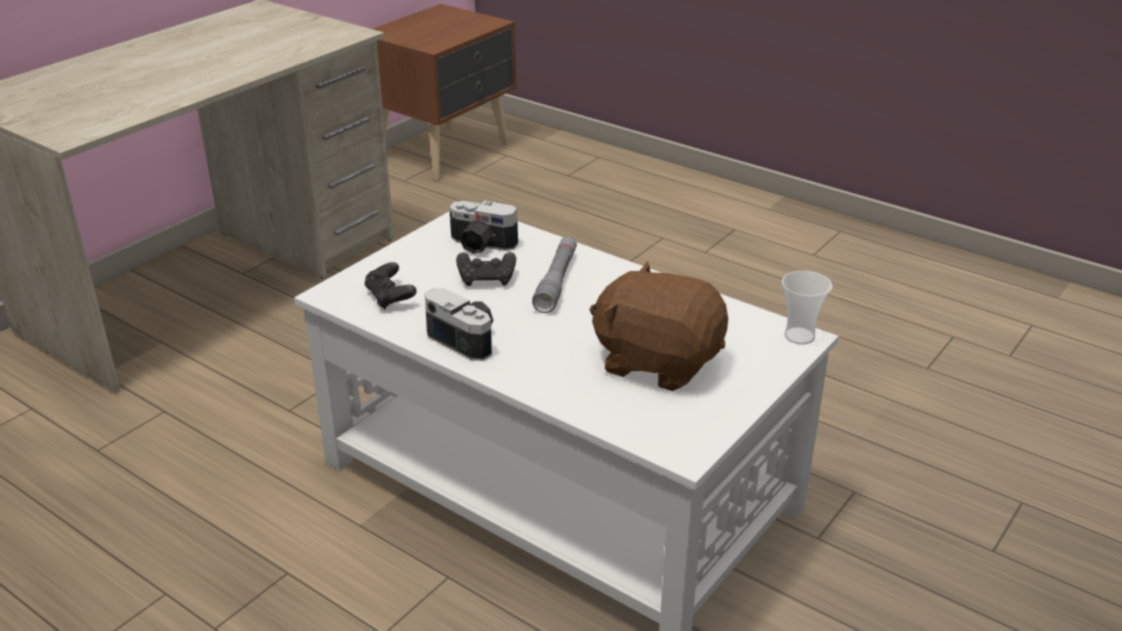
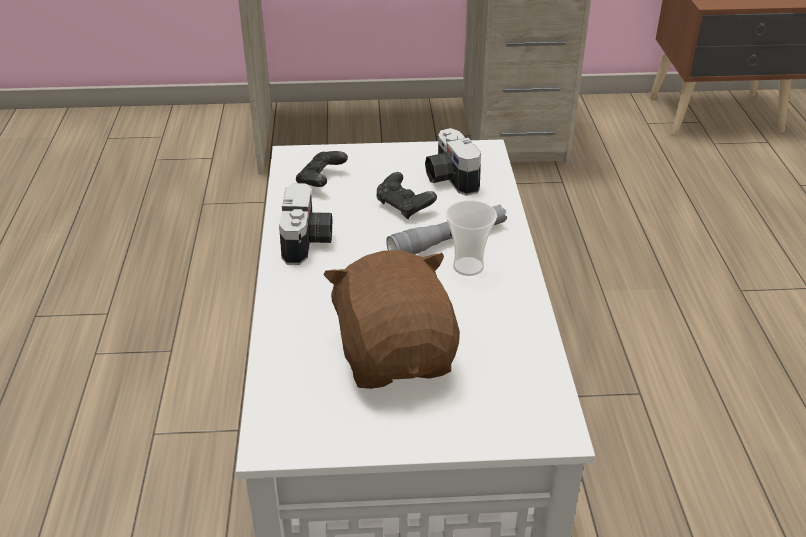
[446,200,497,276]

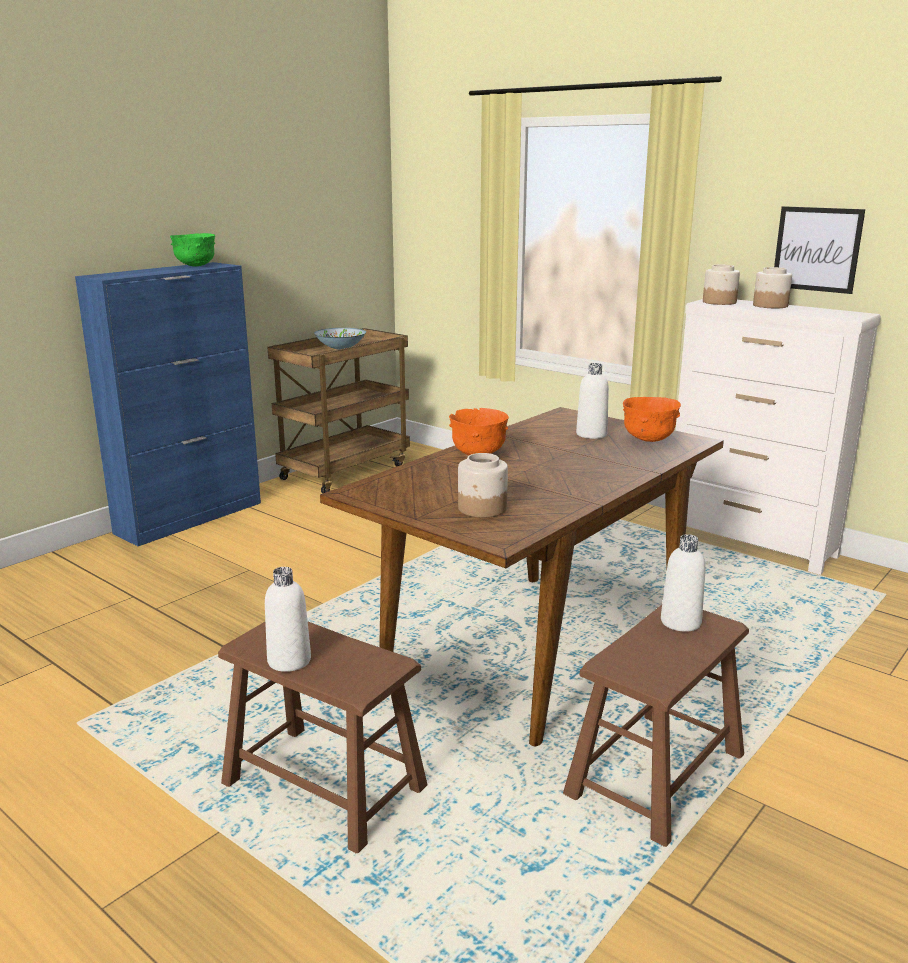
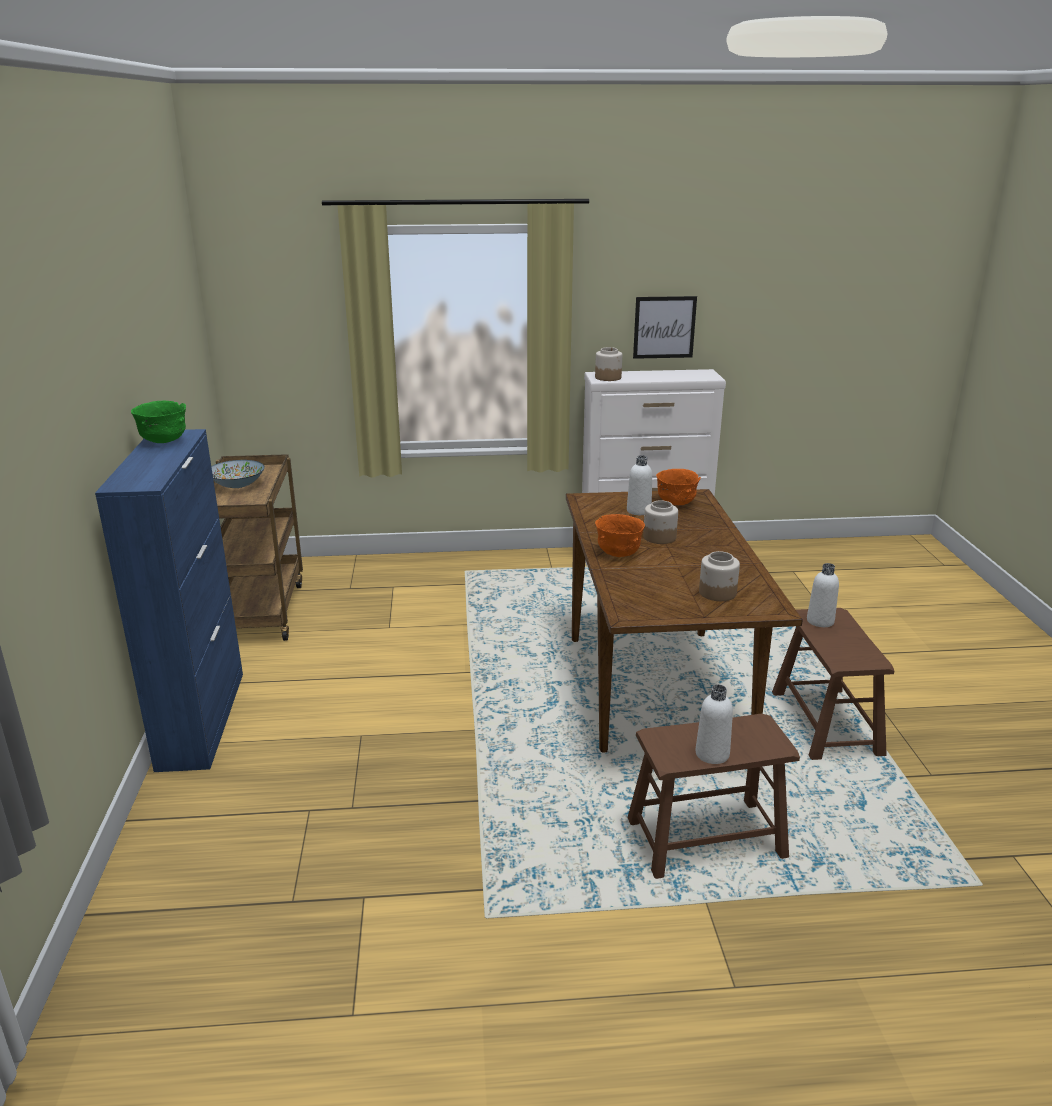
[643,500,678,544]

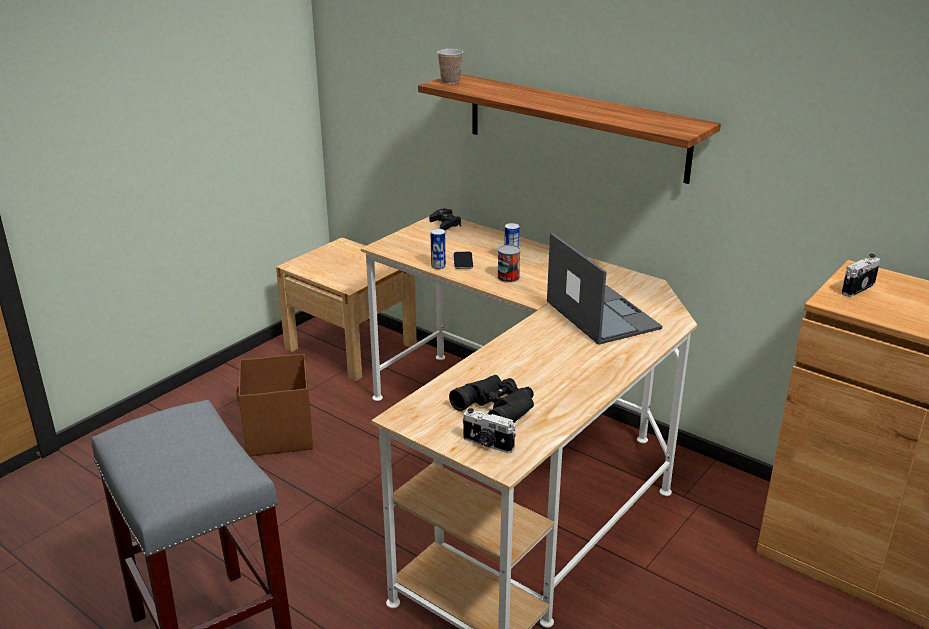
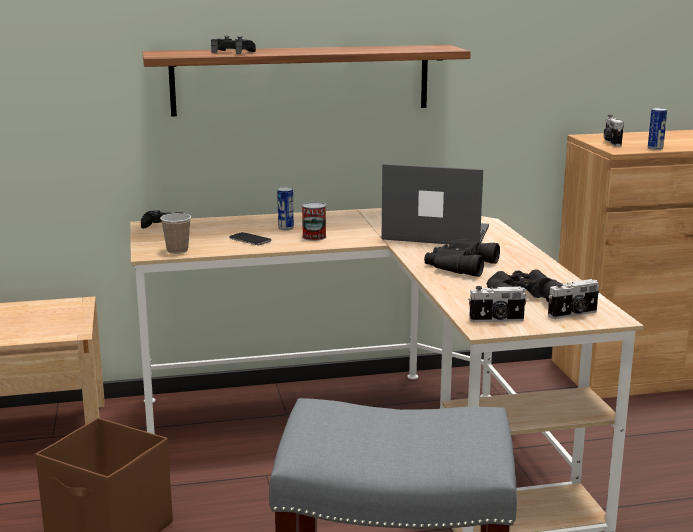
[160,213,191,254]
[648,108,667,150]
[211,36,256,54]
[424,240,500,277]
[468,286,527,322]

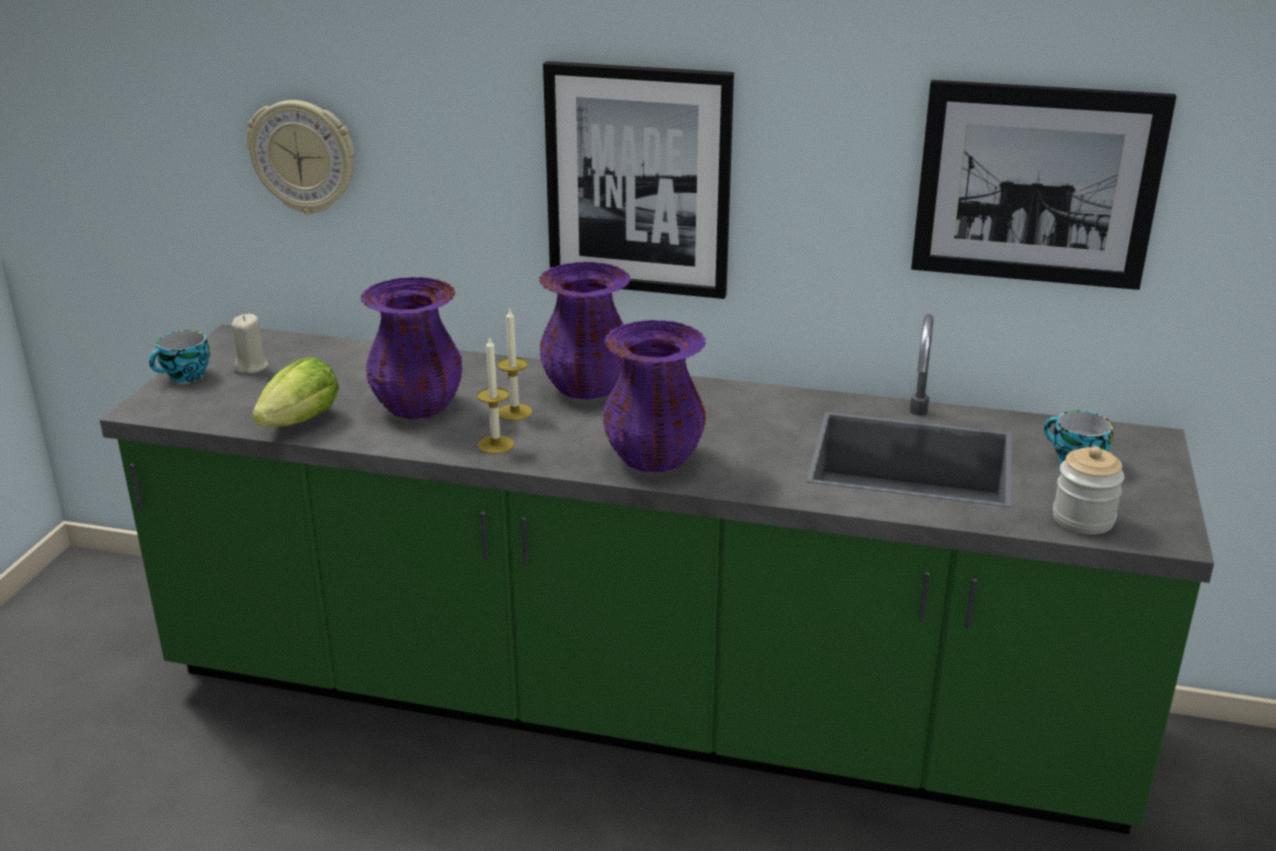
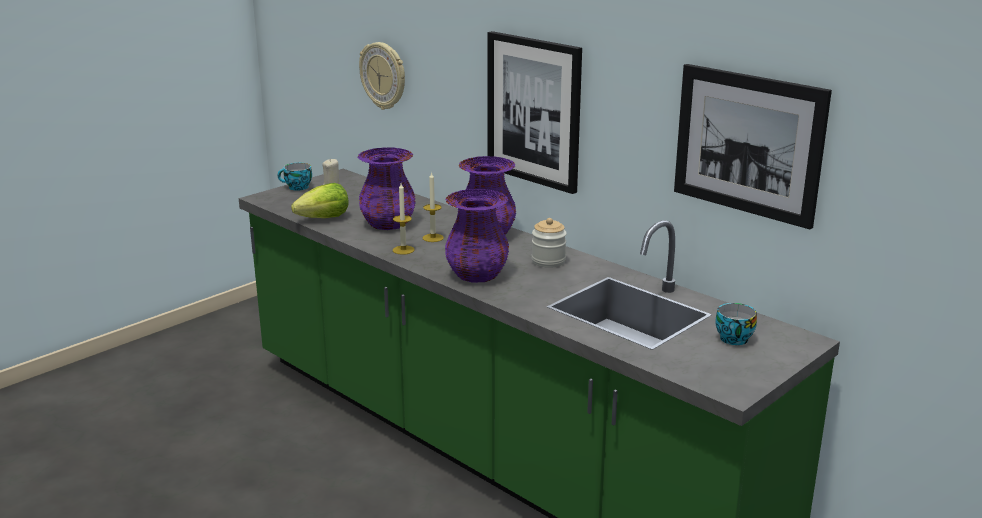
[532,218,567,268]

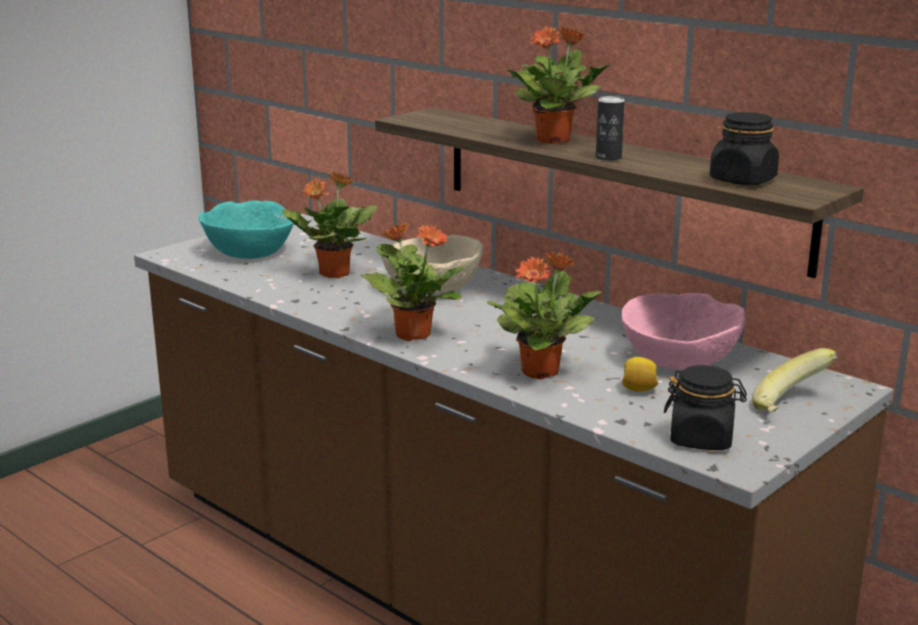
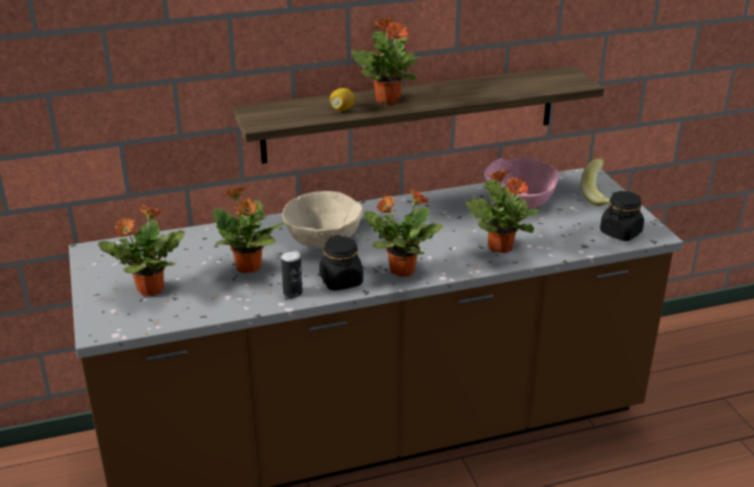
[281,250,303,298]
[319,235,363,291]
[98,205,185,296]
[330,88,355,111]

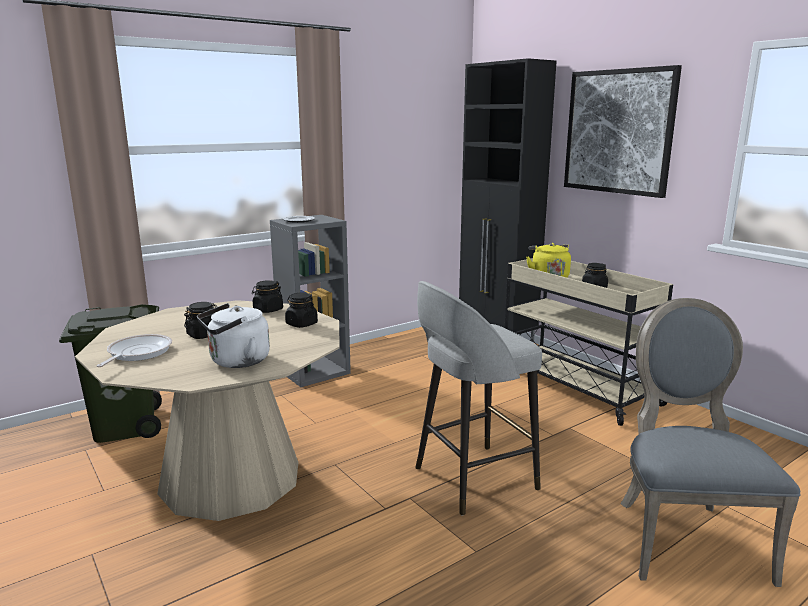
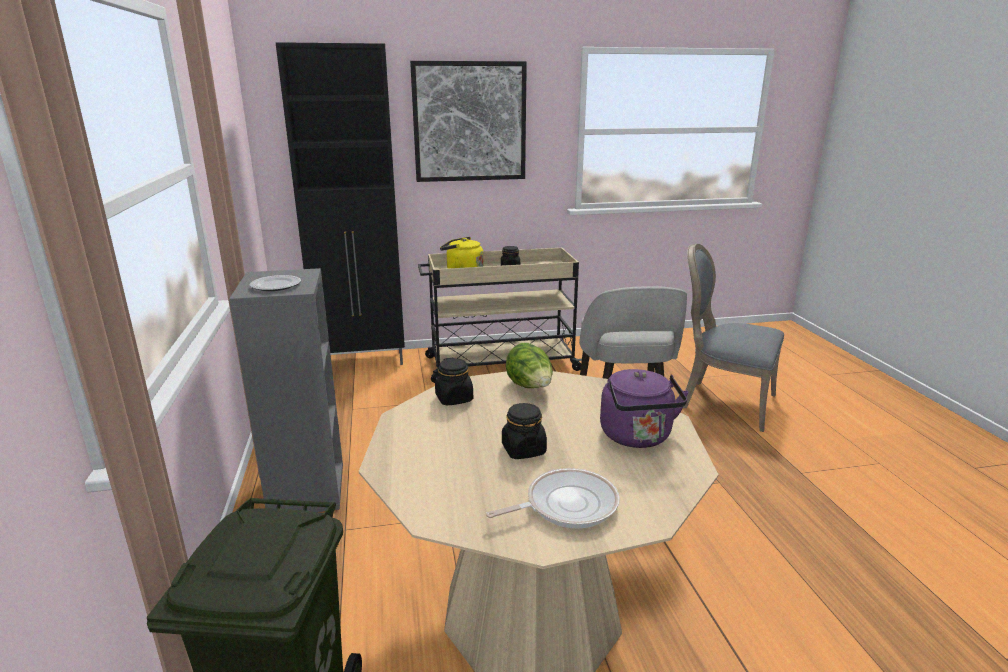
[506,343,553,388]
[600,369,689,448]
[486,468,620,529]

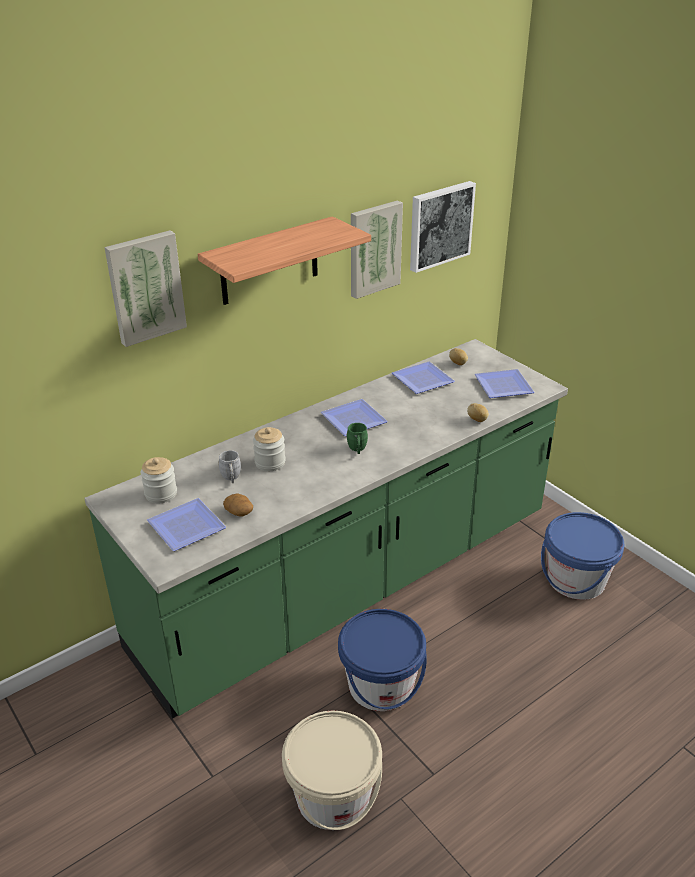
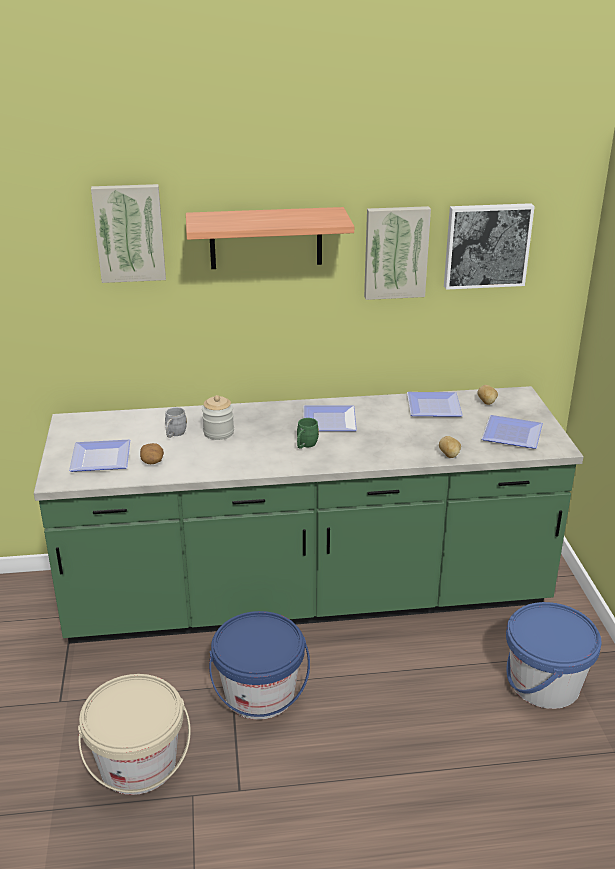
[141,457,177,503] (first image)

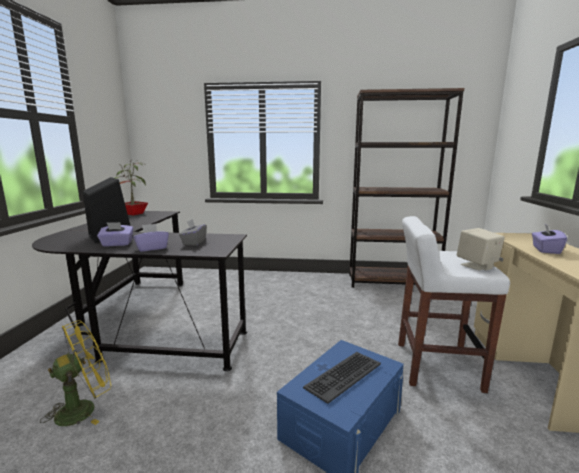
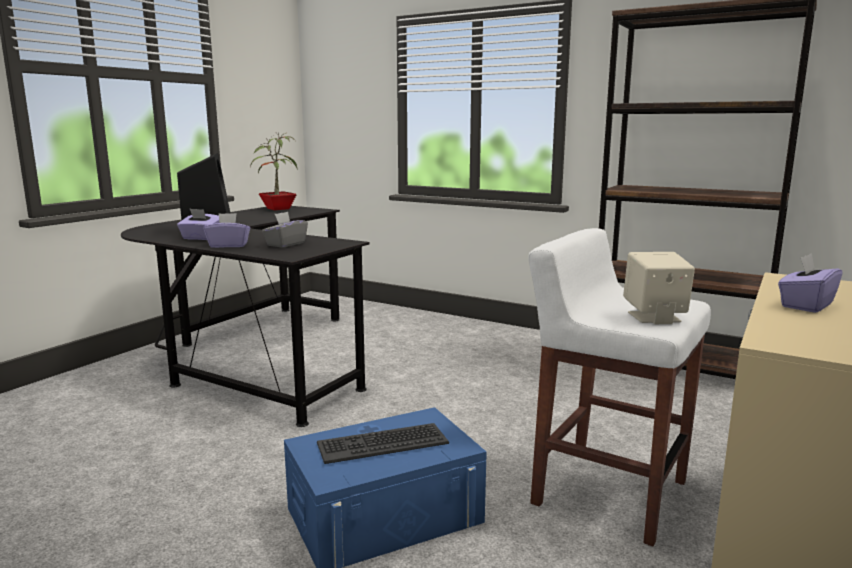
[40,320,111,426] (first image)

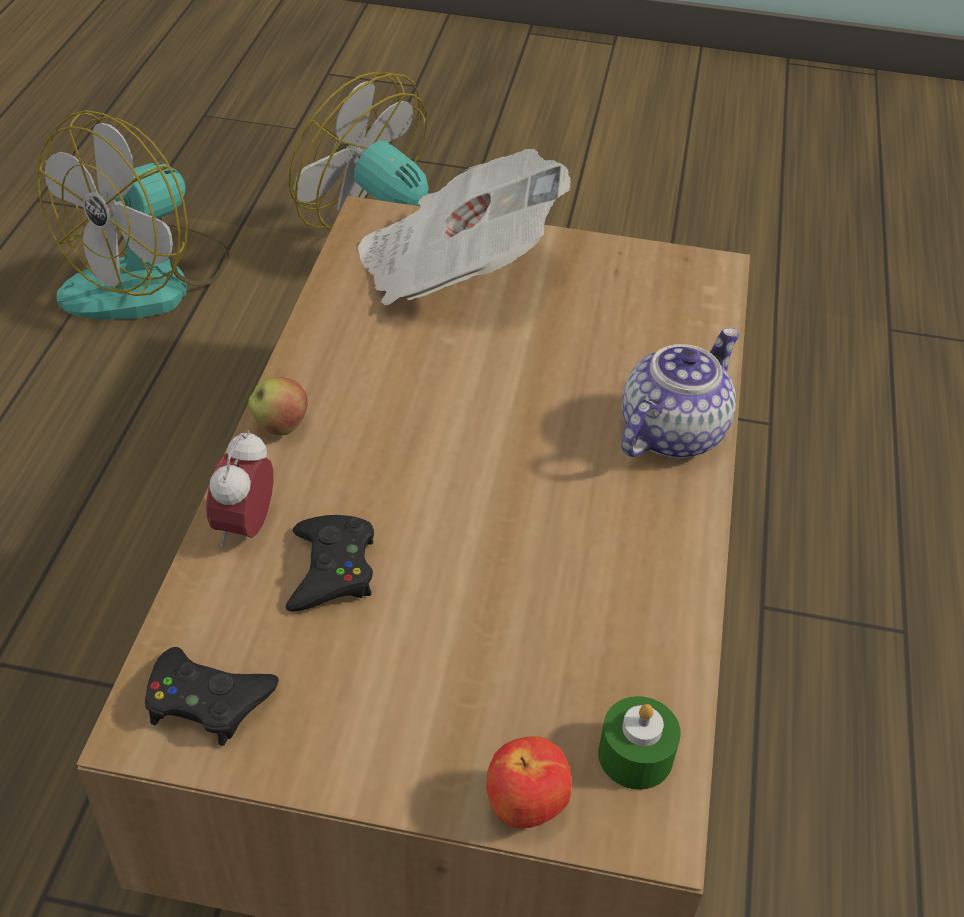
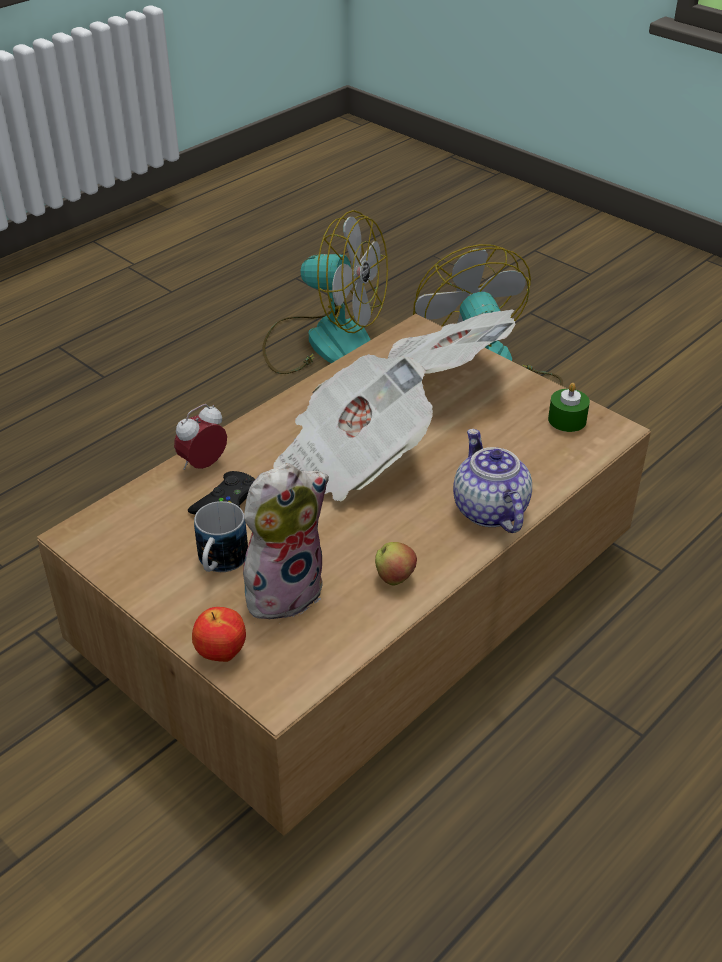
[262,210,388,374]
[453,429,532,533]
[375,542,417,585]
[145,647,279,746] (first image)
[548,383,590,432]
[273,354,433,501]
[243,463,329,624]
[194,501,248,572]

